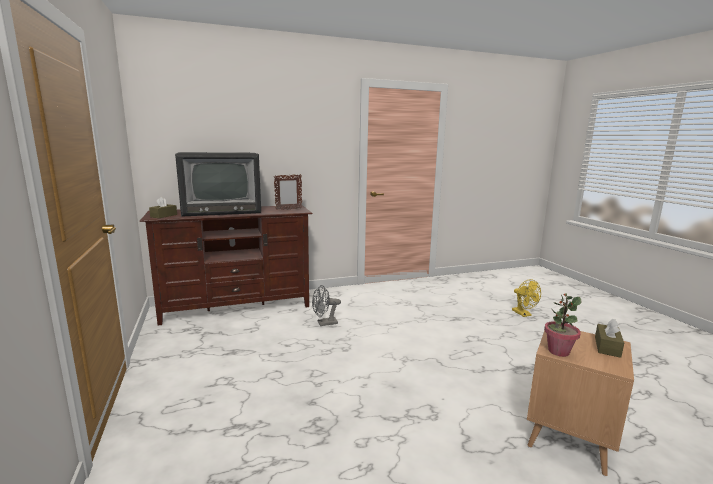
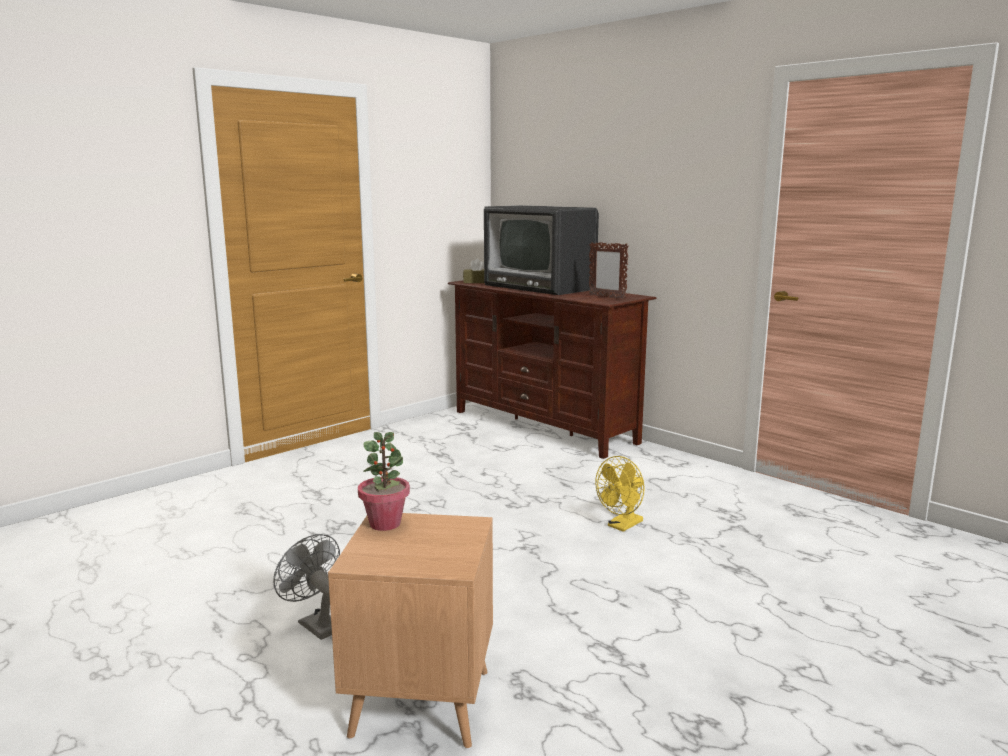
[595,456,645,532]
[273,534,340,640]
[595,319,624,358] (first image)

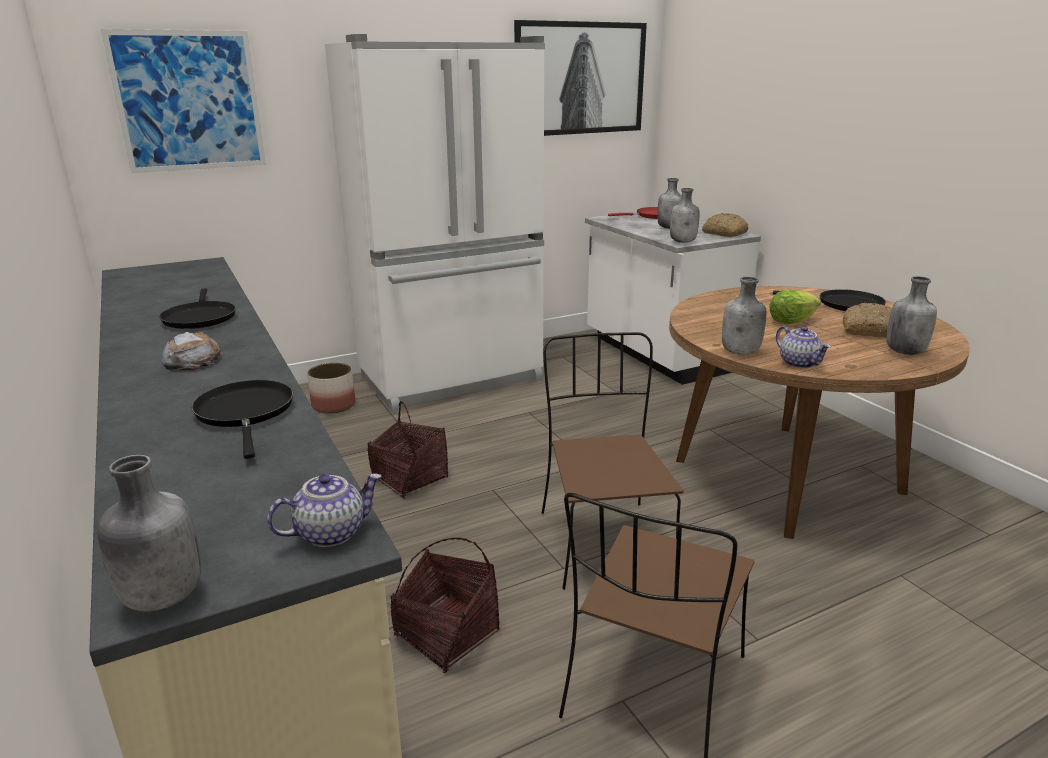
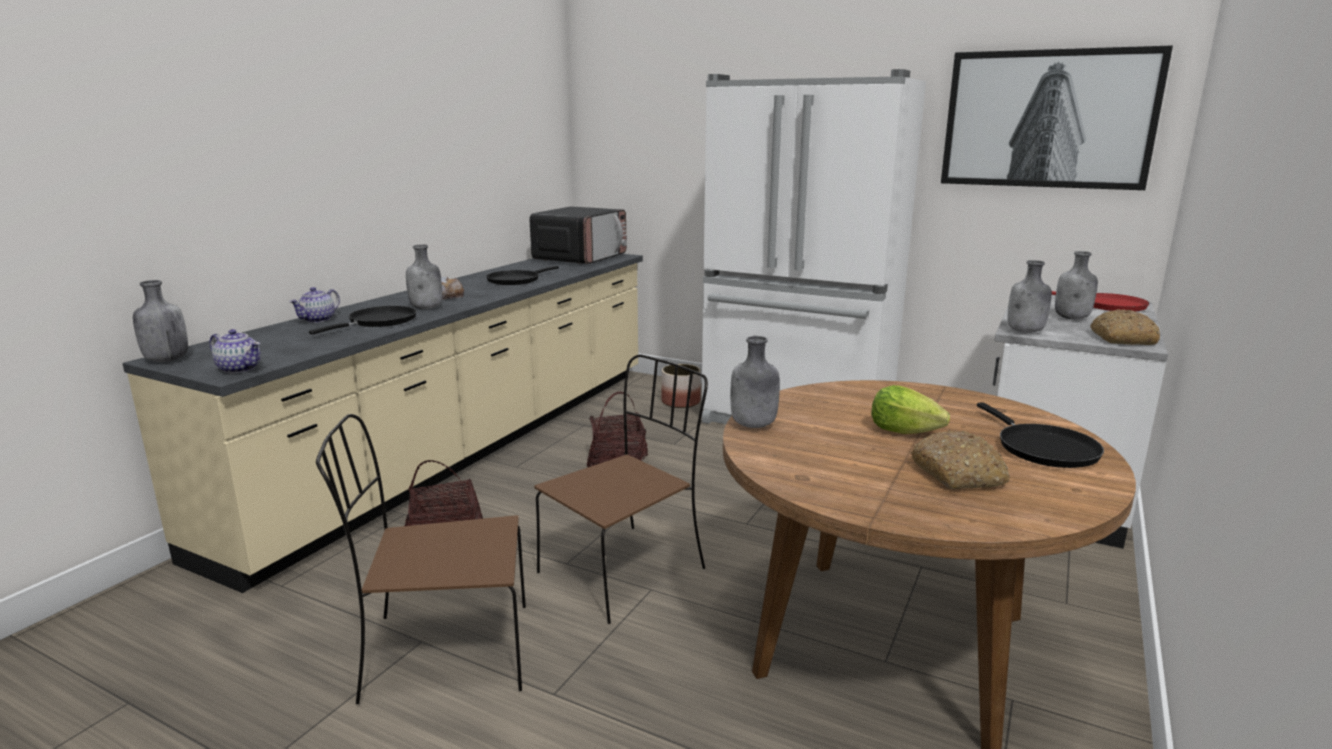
[101,29,266,173] (first image)
[406,245,442,309]
[289,287,340,323]
[529,206,627,264]

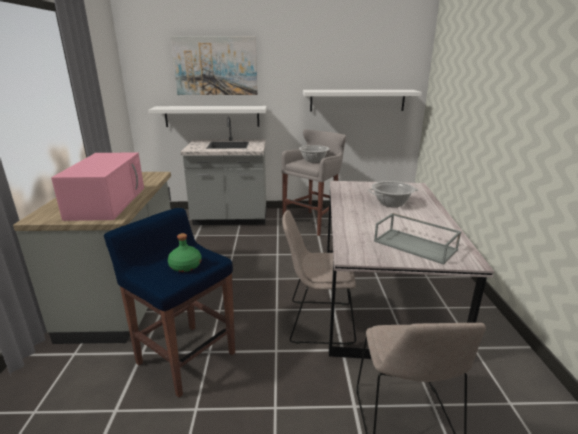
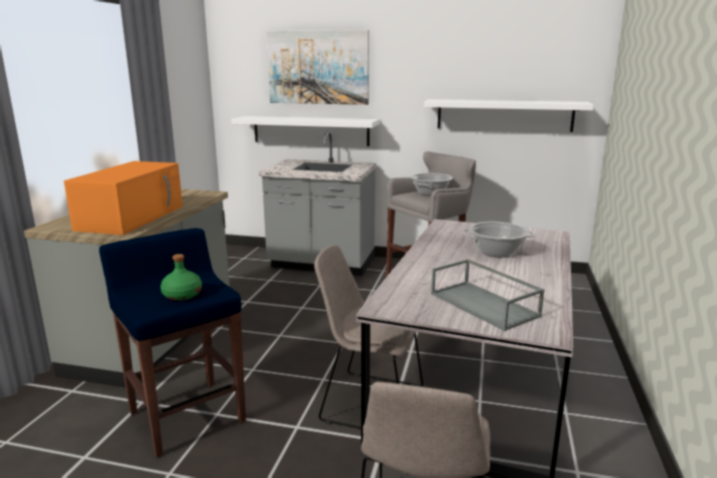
[64,161,183,235]

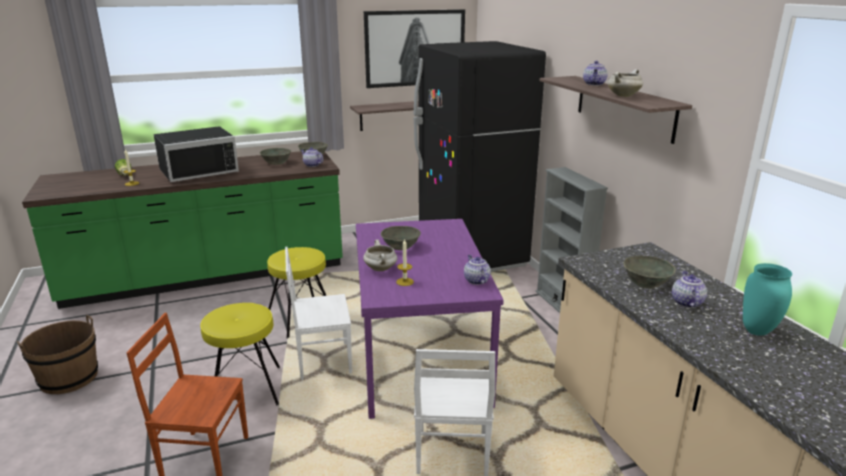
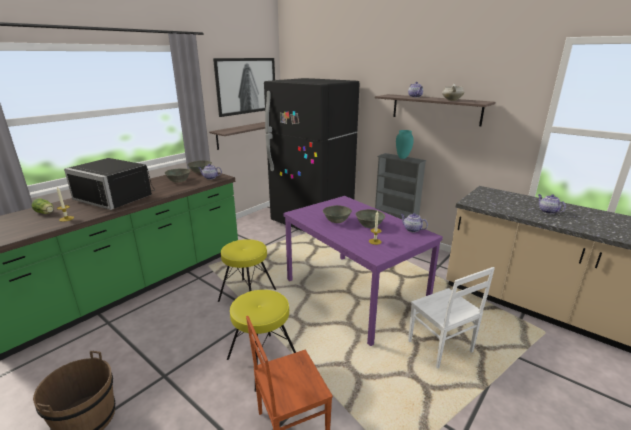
[64,158,155,210]
[363,240,397,271] (first image)
[285,247,352,380] (first image)
[356,209,385,228]
[396,130,414,159]

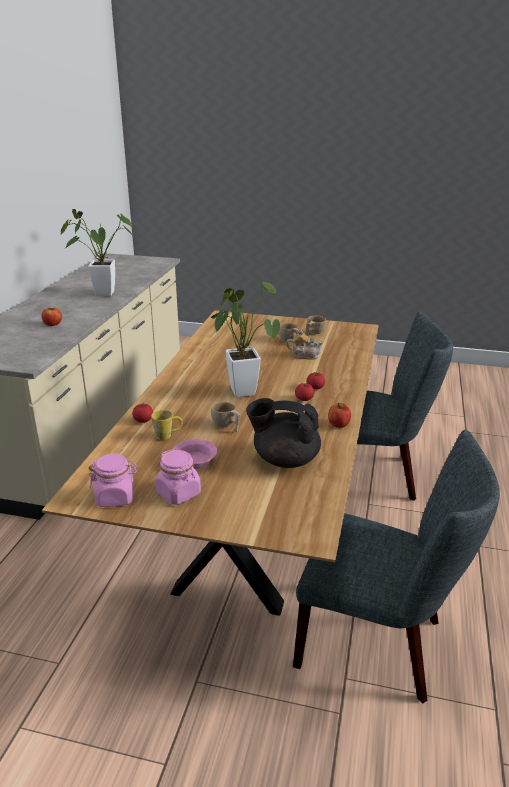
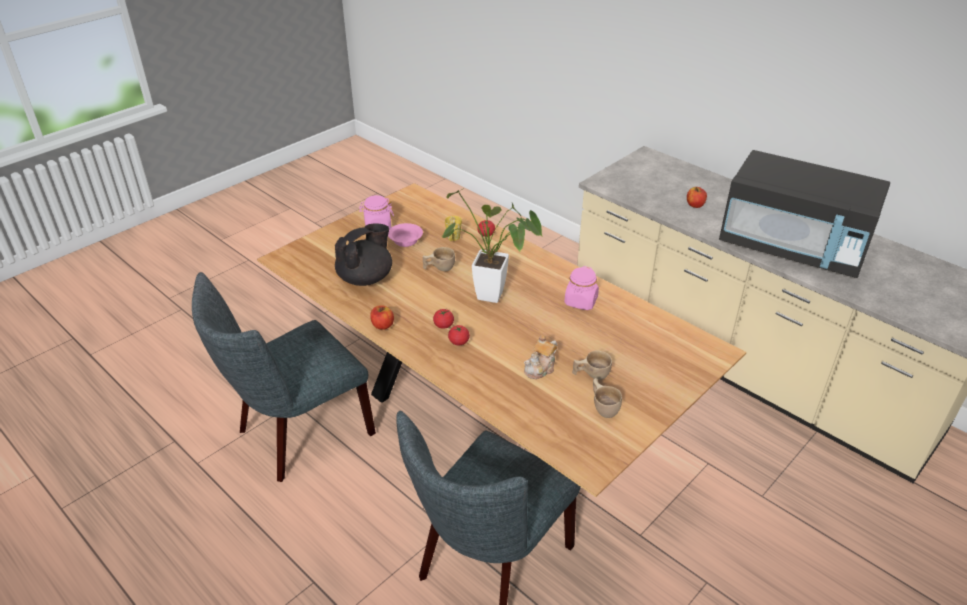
[719,150,890,278]
[564,266,599,310]

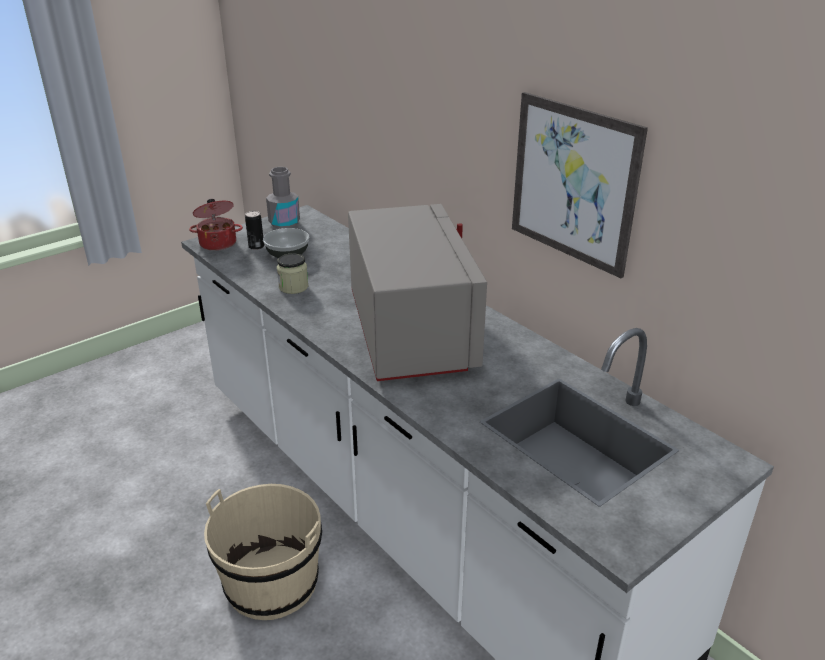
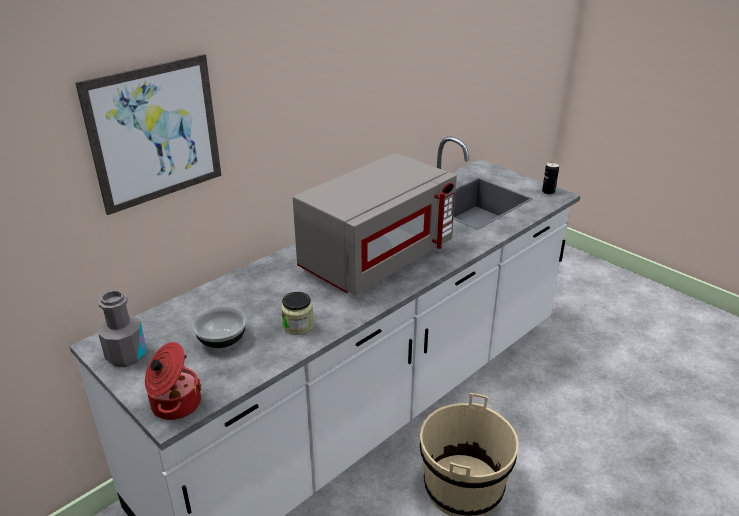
[75,54,221,215]
[293,153,457,295]
[542,162,559,194]

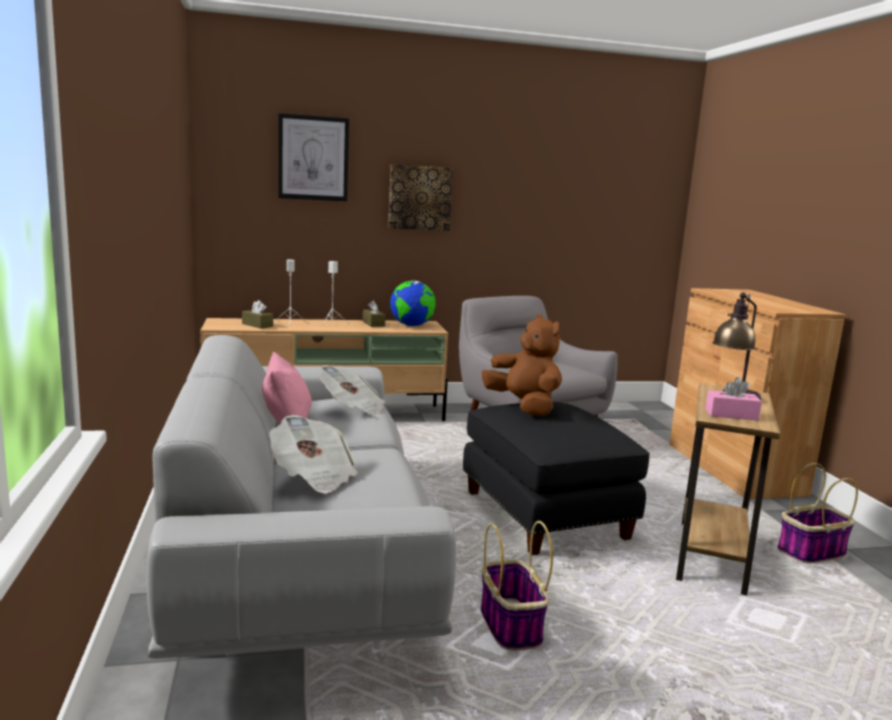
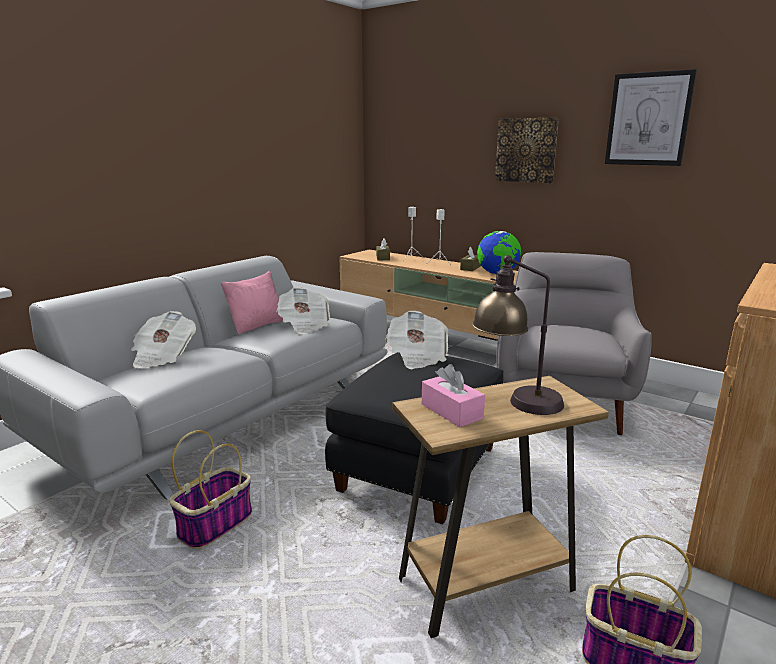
[605,69,697,166]
[385,311,448,370]

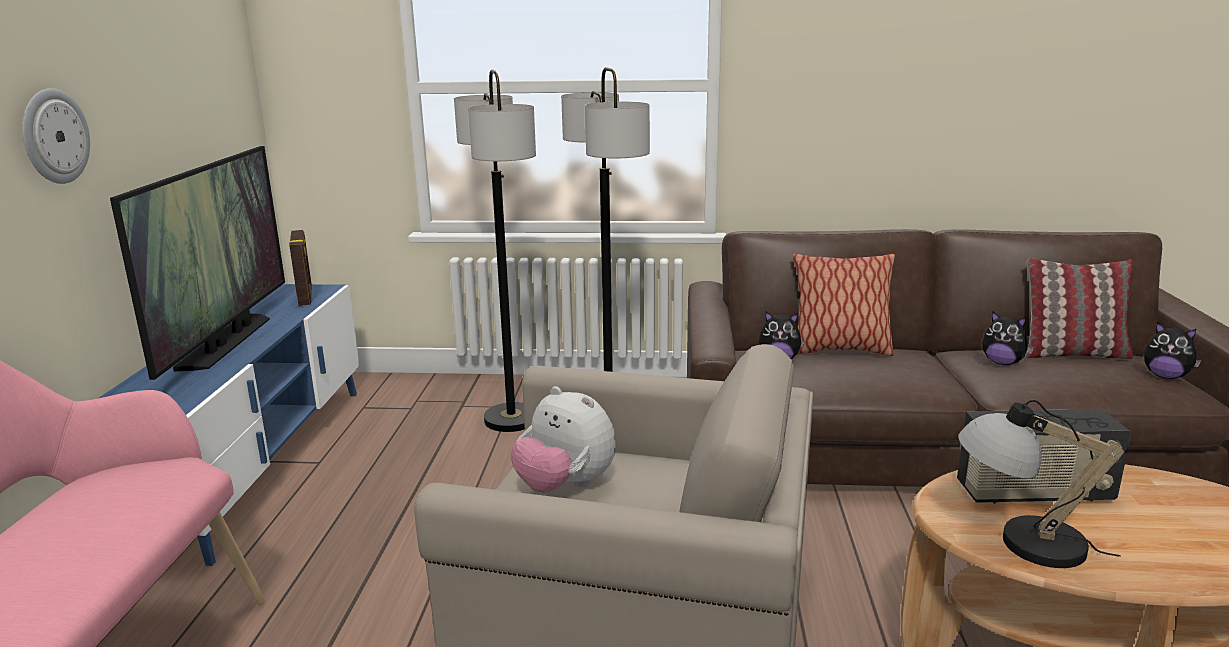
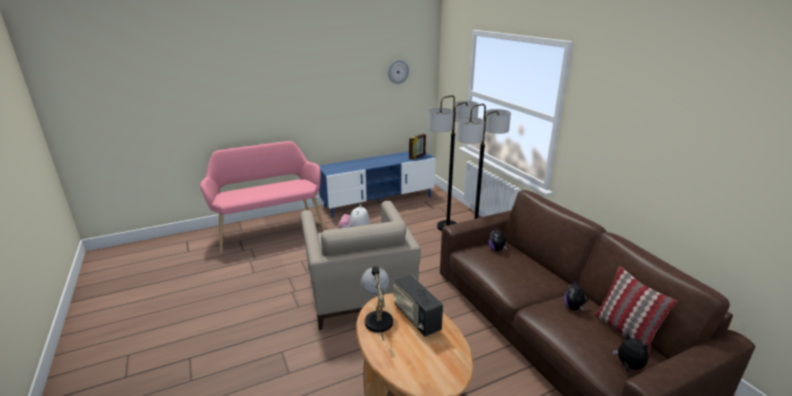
[388,60,409,84]
[110,146,285,380] (first image)
[793,254,895,356] (first image)
[613,333,649,372]

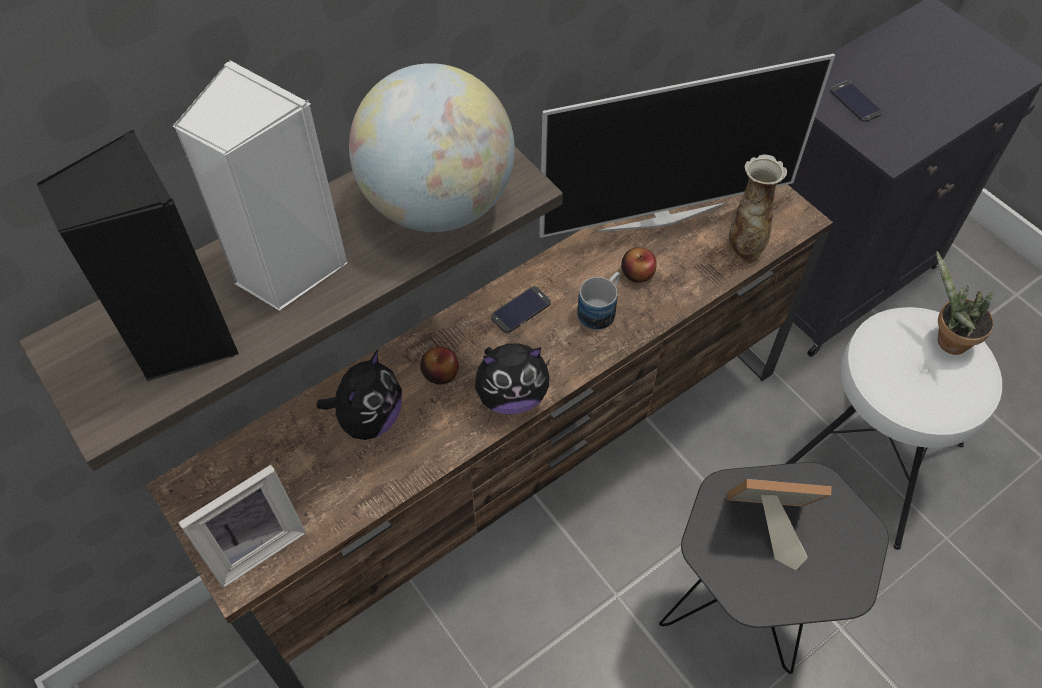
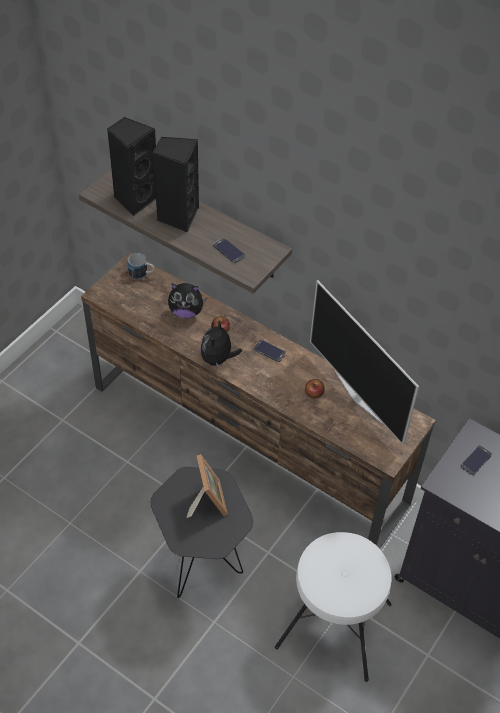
[153,137,199,233]
[213,238,245,263]
[728,154,787,264] (first image)
[936,251,994,355] (first image)
[128,253,154,279]
[200,320,242,369]
[178,465,306,588] (first image)

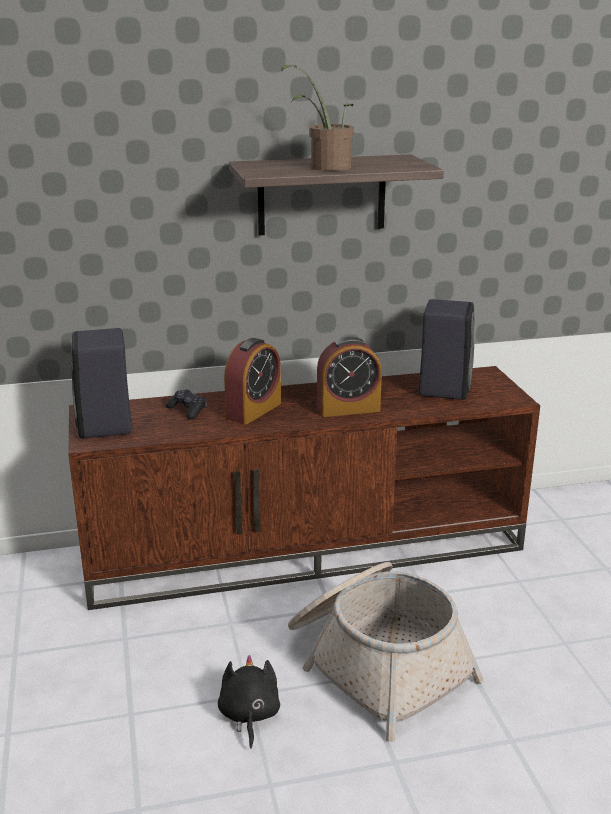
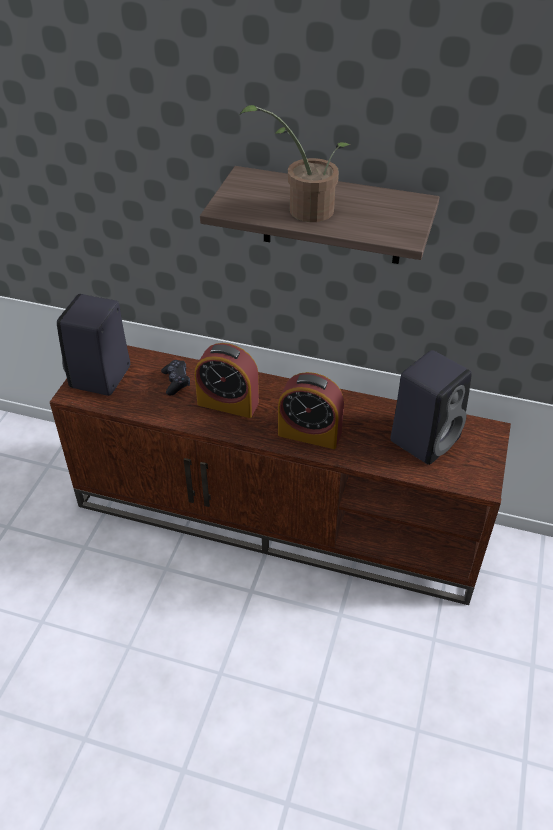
[195,343,259,418]
[288,562,484,742] (first image)
[218,655,280,749] (first image)

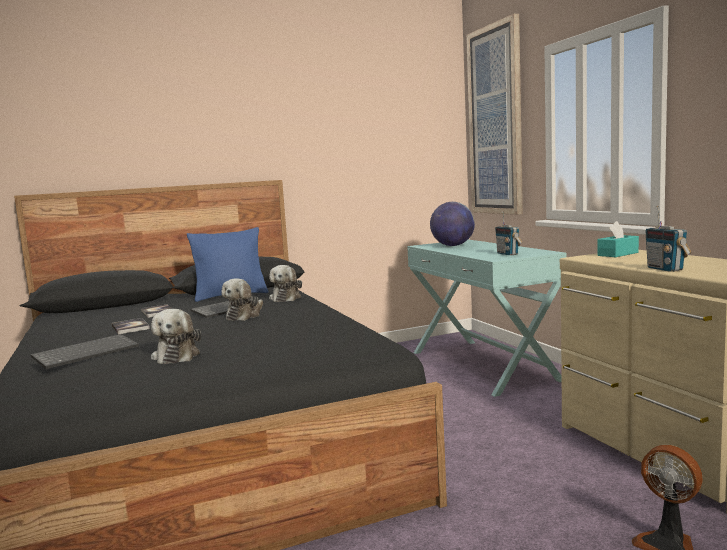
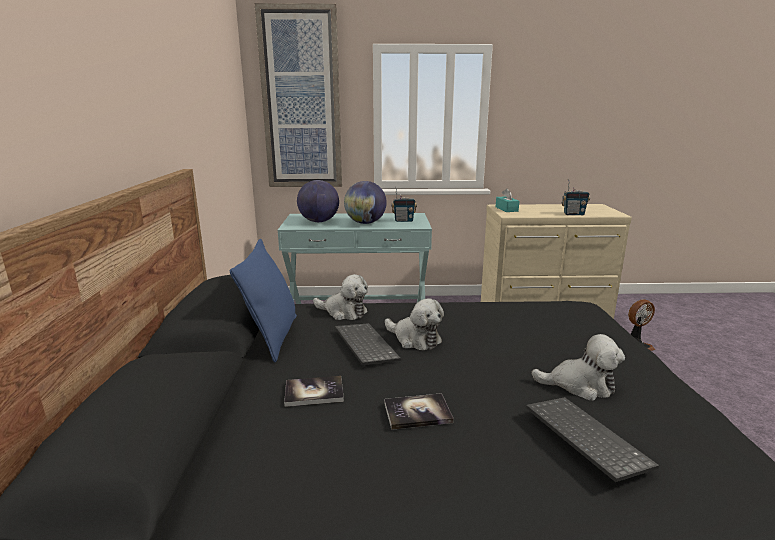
[344,181,387,224]

